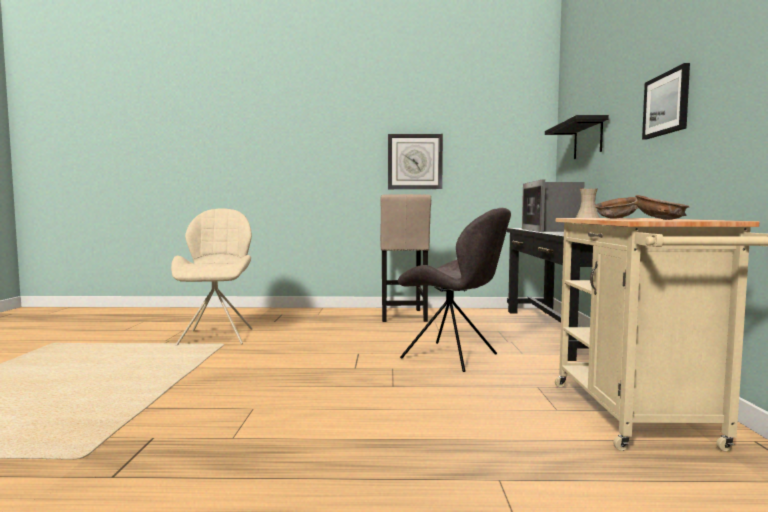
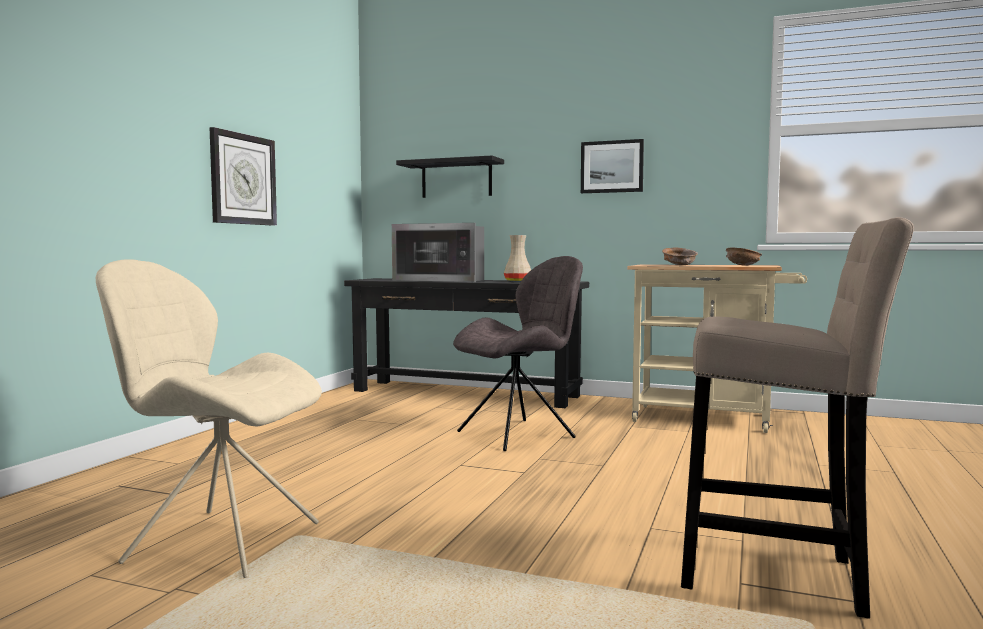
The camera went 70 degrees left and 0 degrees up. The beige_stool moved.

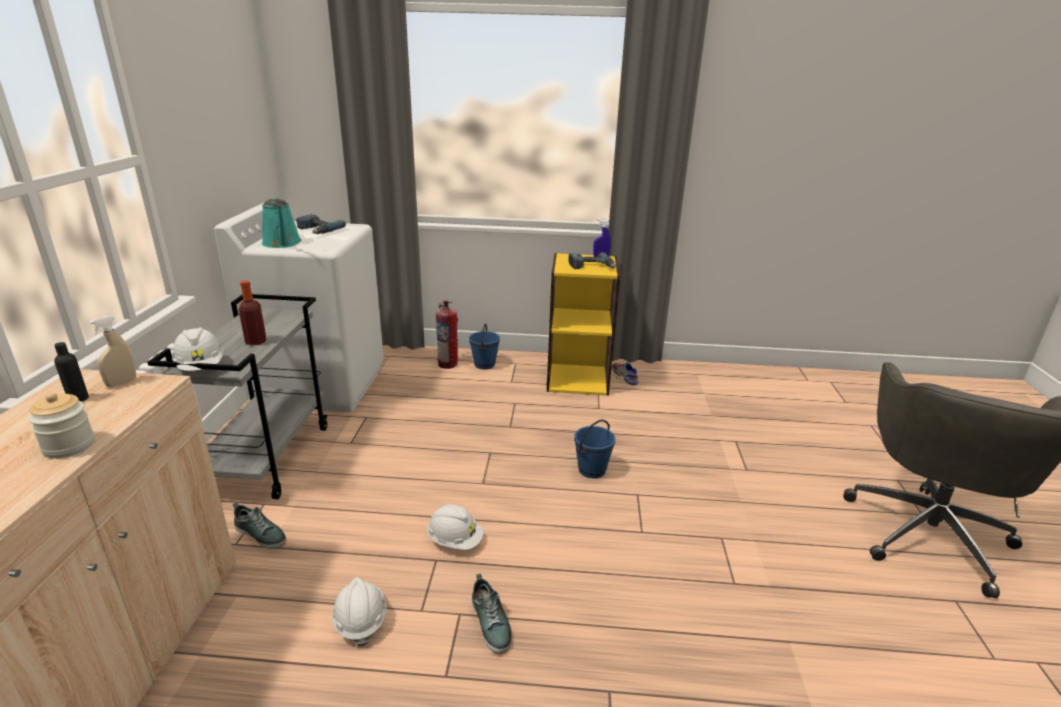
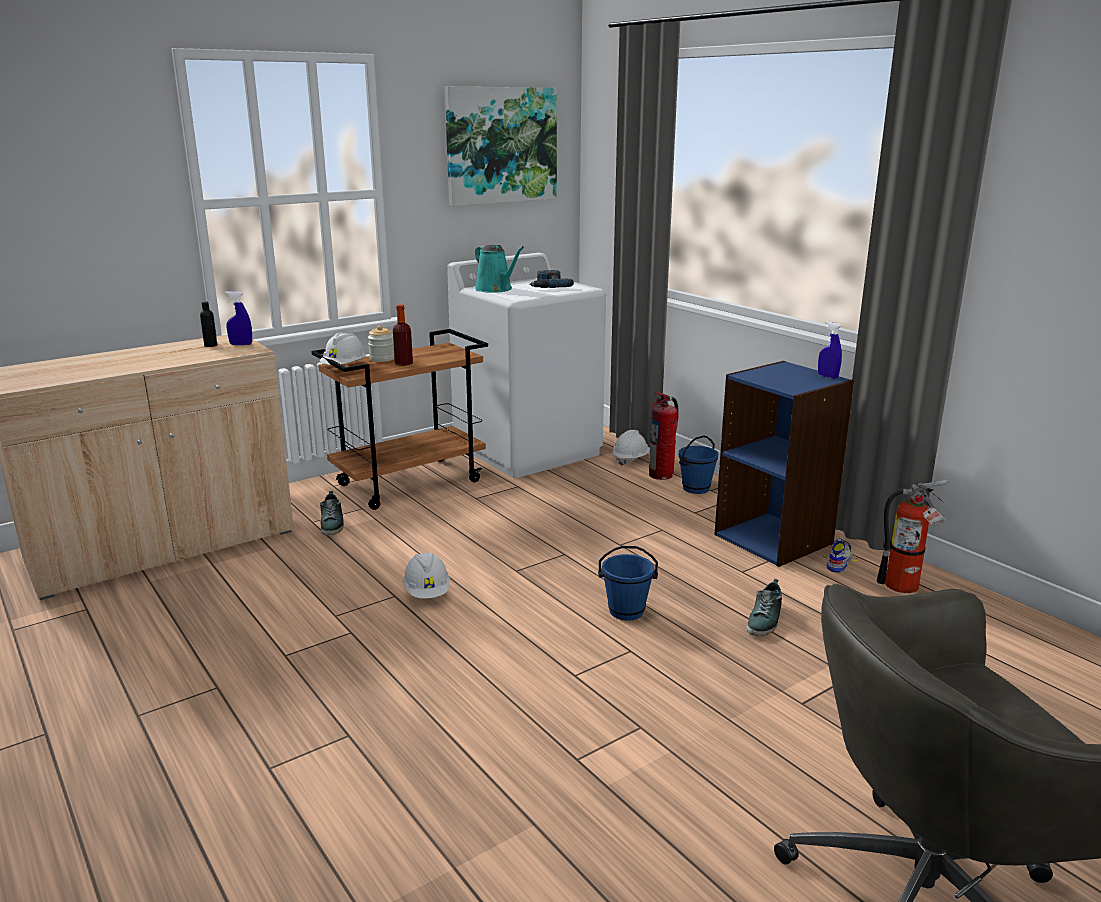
The camera went 50 degrees right and 5 degrees down. The power_drill (no. 2 from left) disappeared. The picture appeared. The fire_extinguisher (no. 2 from left) appeared. The jar moved. The white_hard_hat (no. 2 from left in the first image) moved. The shoe (no. 2 from left) moved. The beige_spray_bottle became the blue_spray_bottle (no. 1 from left). The grey_cart became the brown_cart. The yellow_bookcase became the blue_bookcase. The turquoise_watering_can turned 60 degrees counterclockwise.

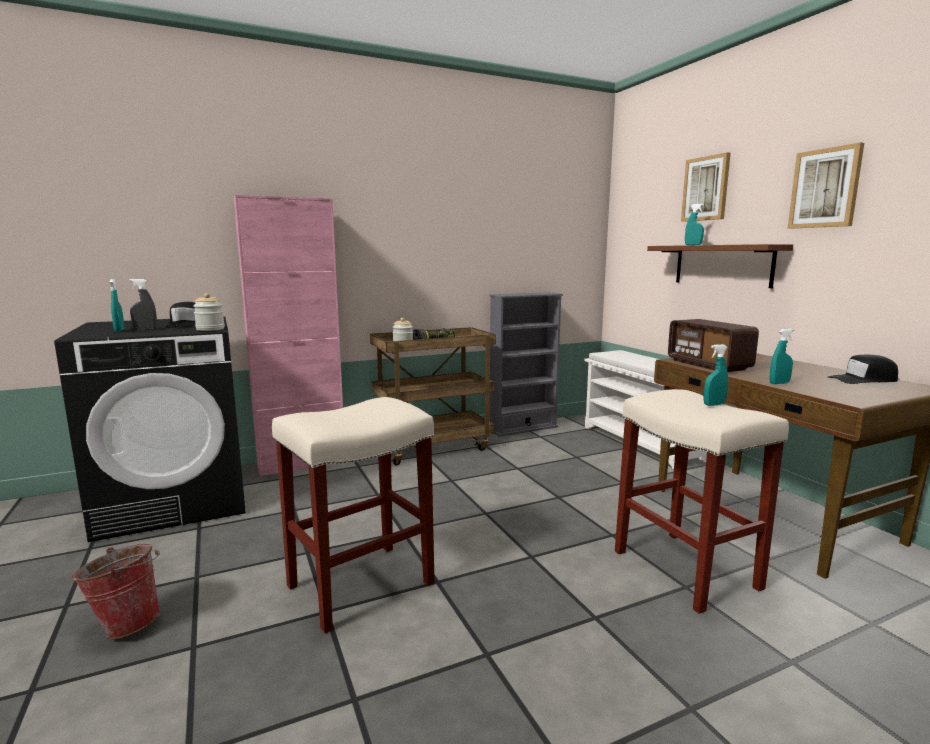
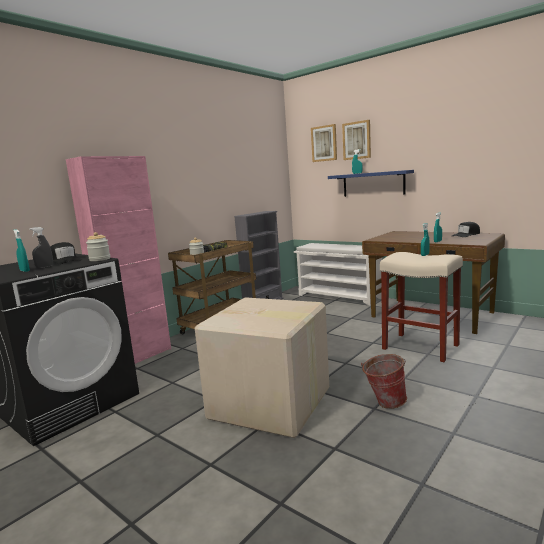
The camera went 25 degrees left and 0 degrees up. The radio disappeared. The bucket moved. The picture (no. 2 from left in the first image) moved. The beige_stool (no. 1 from left) was replaced by the cardboard_box. The brown_shelf became the blue_shelf.

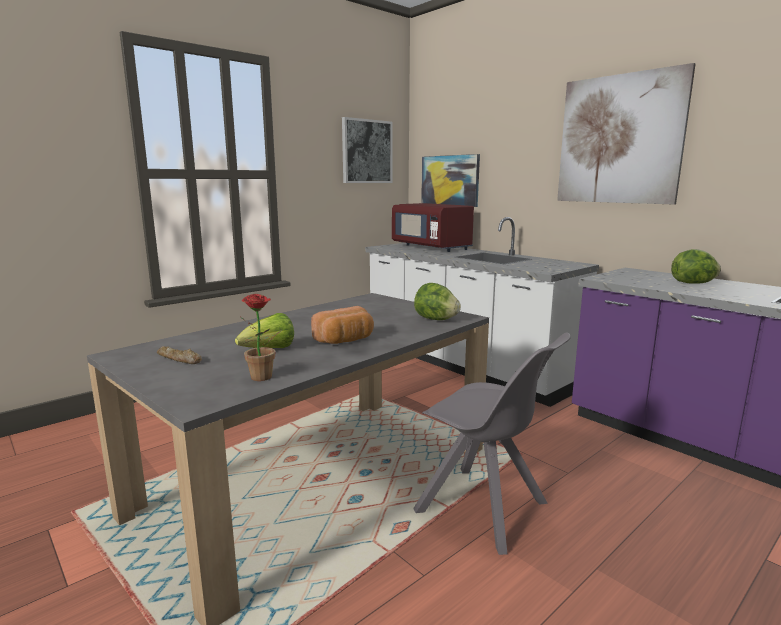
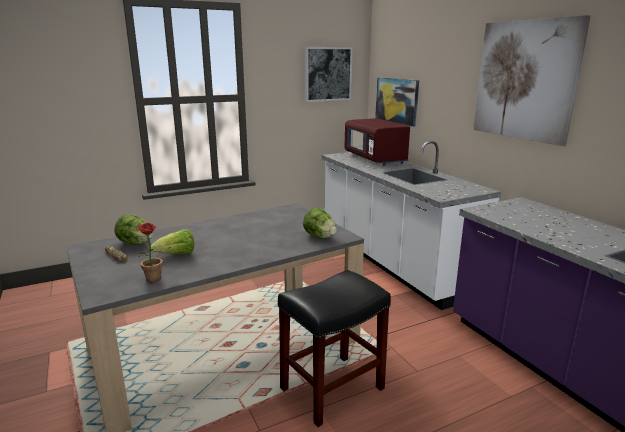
The camera went 15 degrees right and 5 degrees up. The bread (no. 2 from left) disappeared. The lettuce (no. 3 from left in the first image) moved. The grey_chair was replaced by the black_stool.

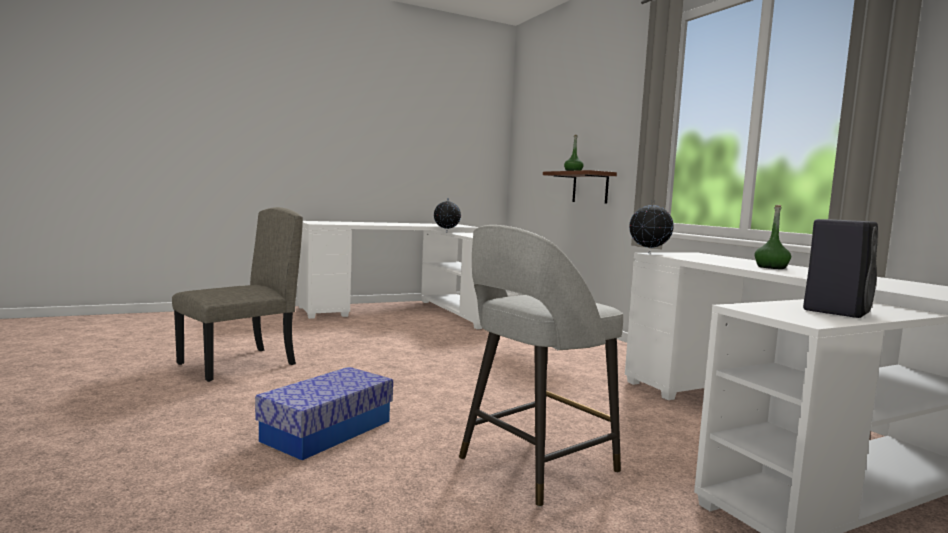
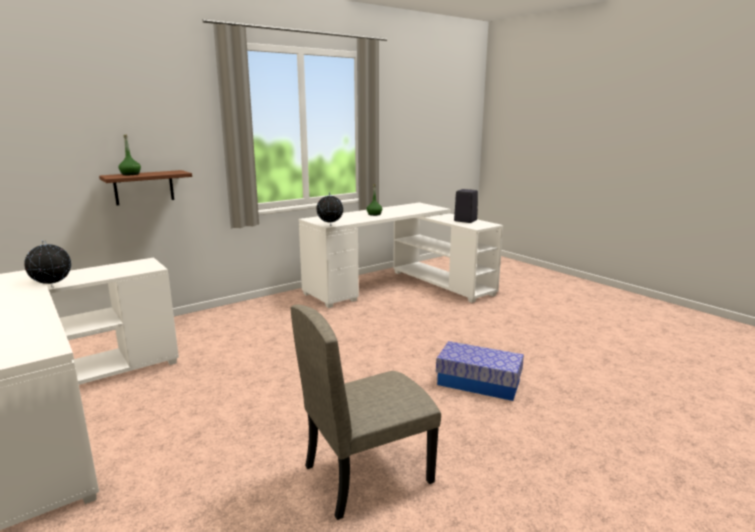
The camera went 100 degrees left and 10 degrees up. The grey_stool disappeared. The beige_chair turned 60 degrees counterclockwise.

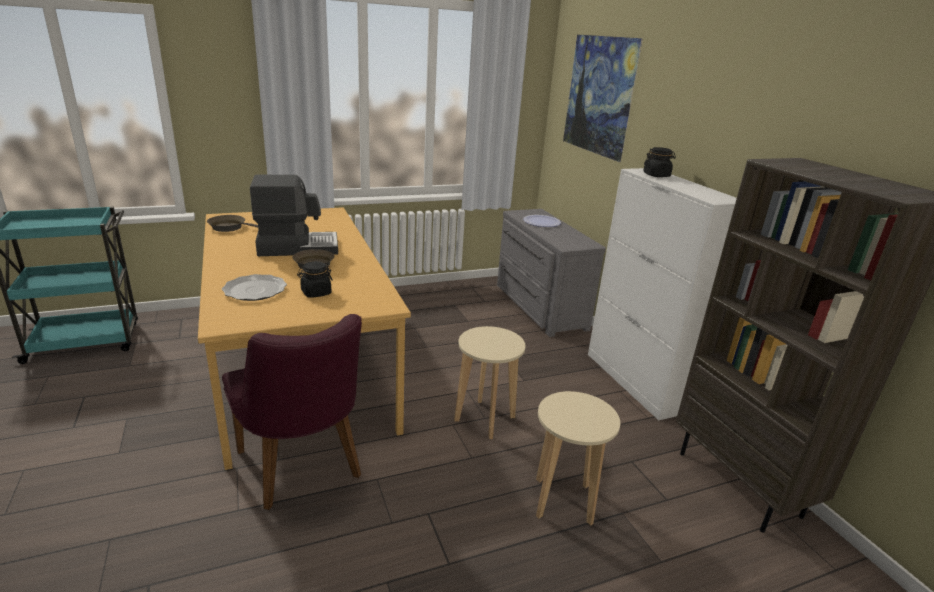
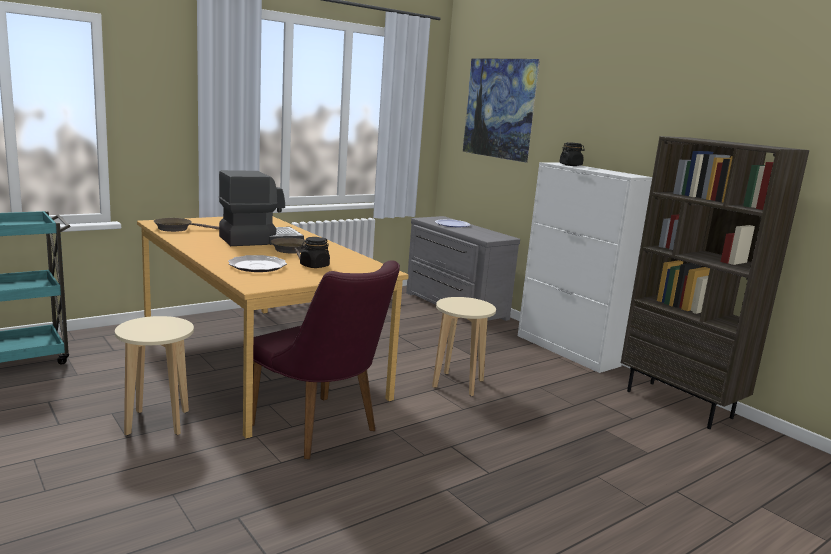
The camera went 15 degrees left and 10 degrees down. The beige_stool (no. 2 from left in the first image) moved.

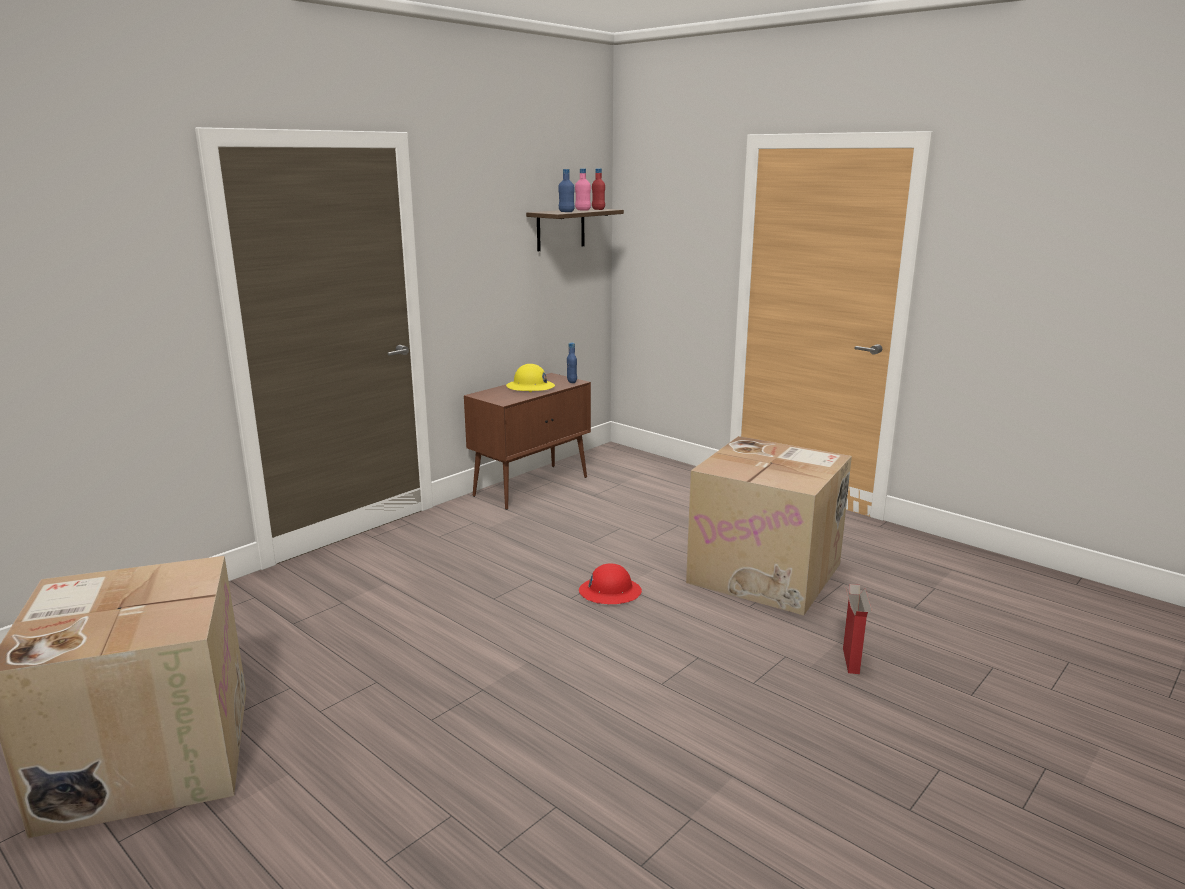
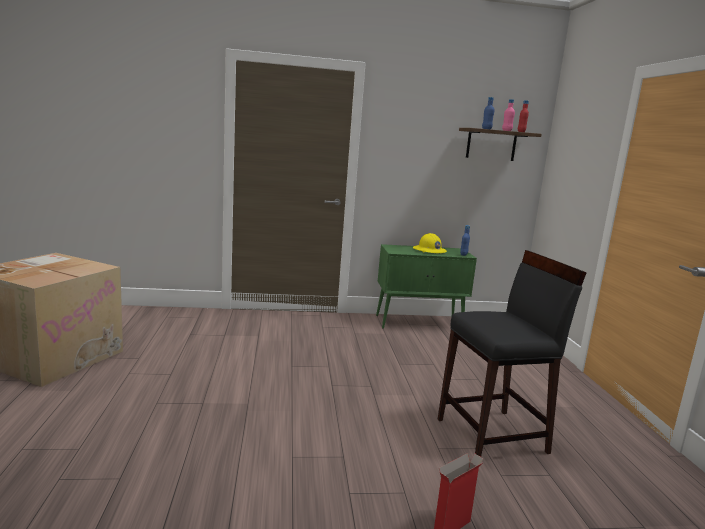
The camera went 40 degrees right and 5 degrees down. The red_hard_hat disappeared. The cardboard_box (no. 2 from left) was replaced by the black_stool. The brown_cabinet became the green_cabinet.

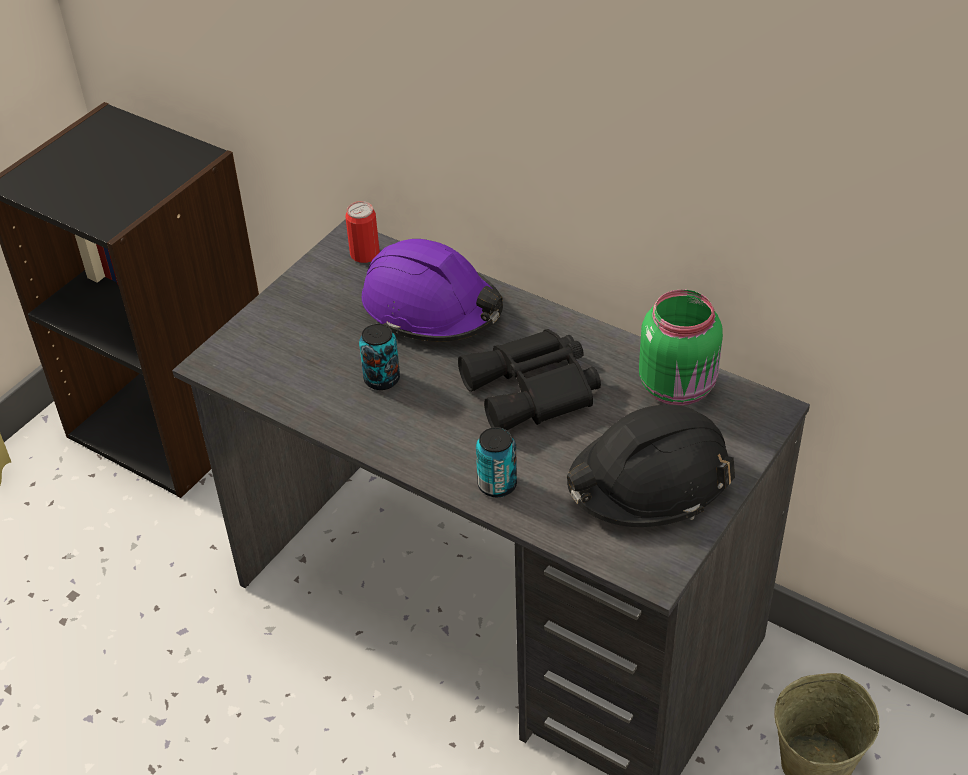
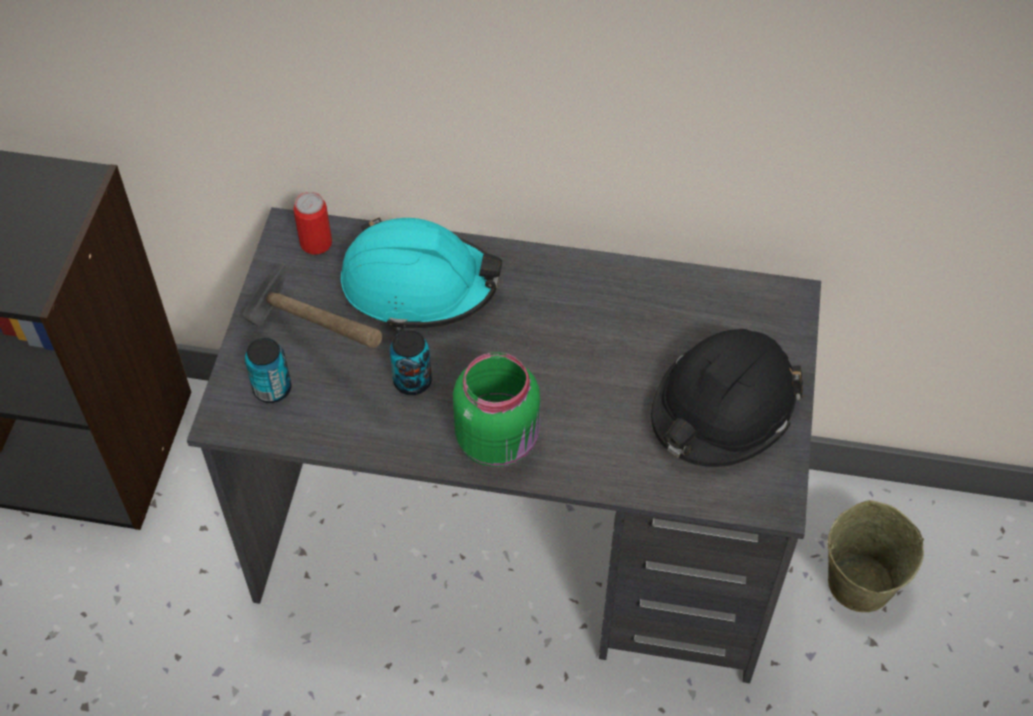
The camera went 25 degrees left and 10 degrees up. The black_binoculars disappeared. The hammer appeared. The can (no. 3 from left in the first image) moved. The green_jar moved. The purple_hard_hat became the turquoise_hard_hat.

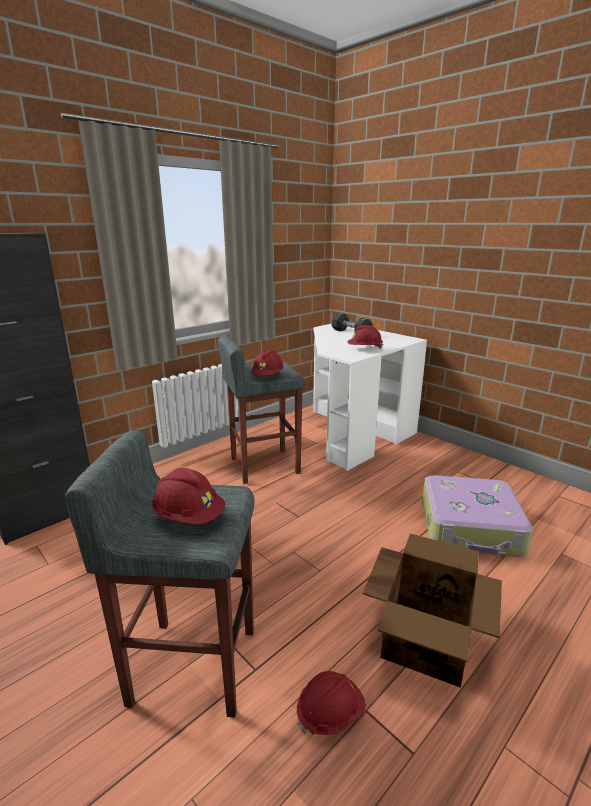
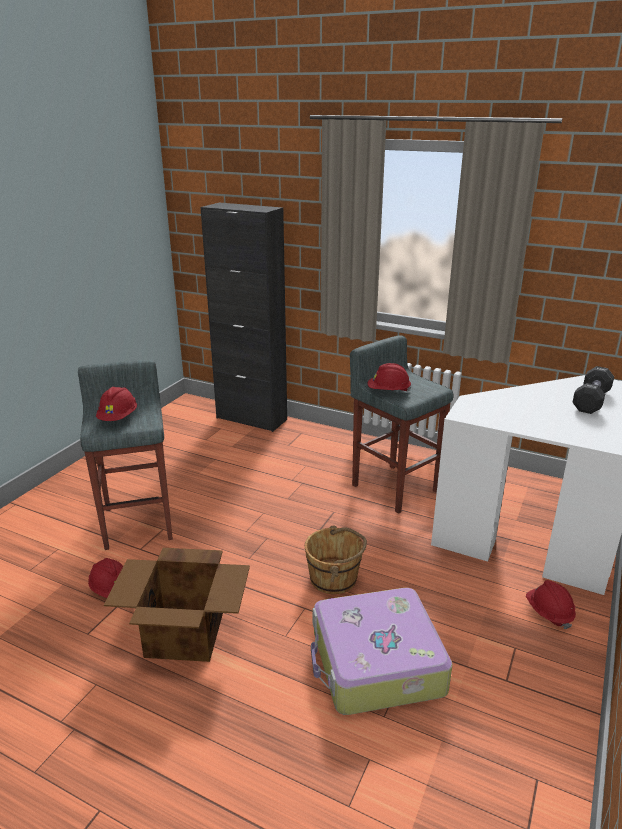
The camera went 70 degrees right and 5 degrees up. The brown_bucket appeared. The red_hard_hat (no. 4 from left) moved.

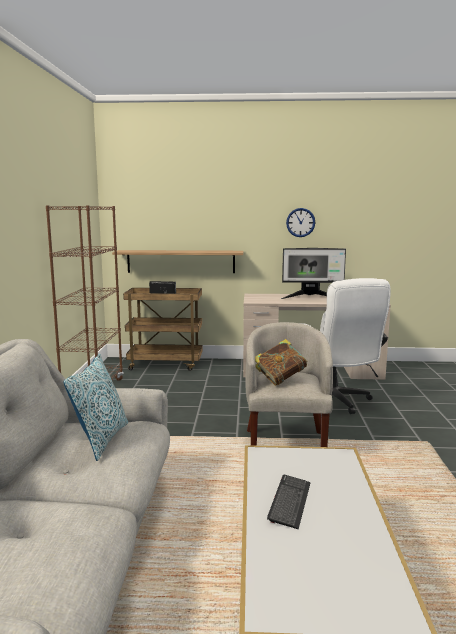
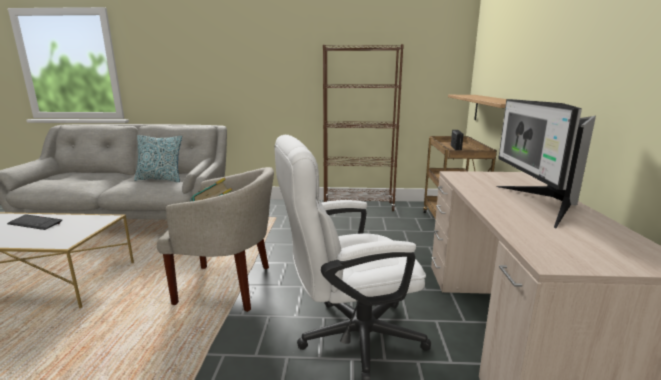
The camera went 90 degrees right and 5 degrees up. The wall_clock disappeared.

